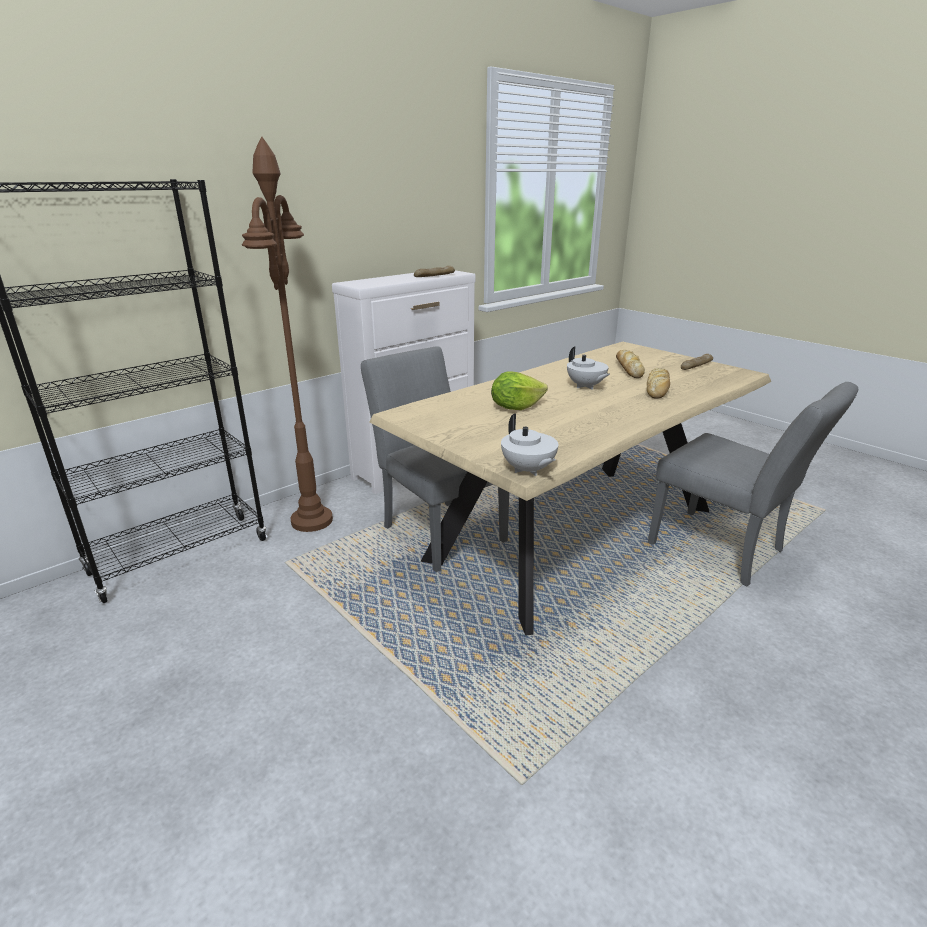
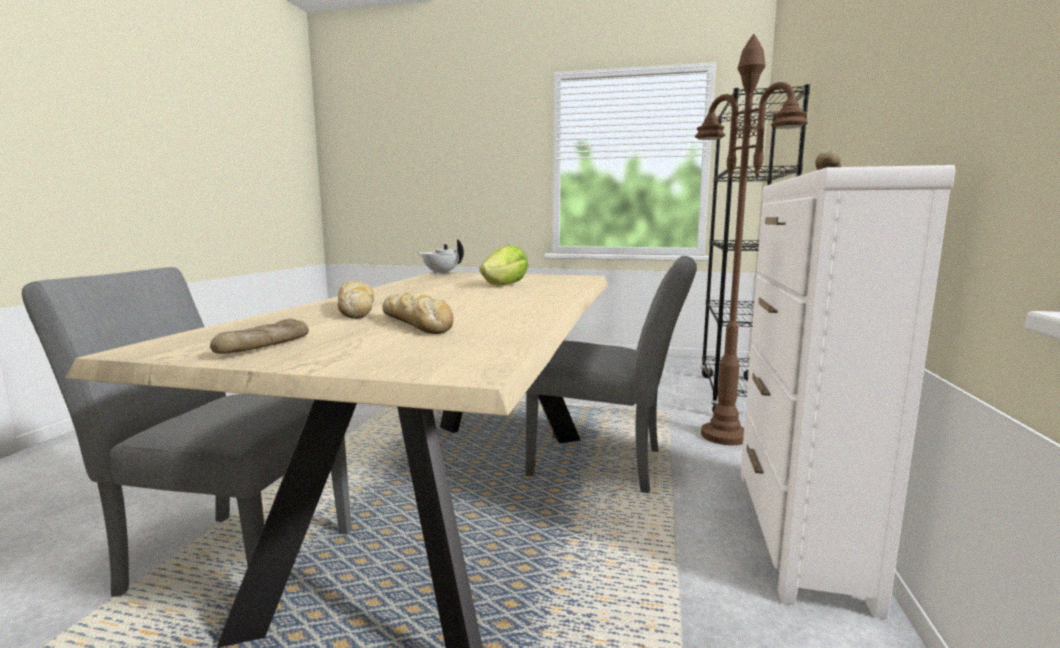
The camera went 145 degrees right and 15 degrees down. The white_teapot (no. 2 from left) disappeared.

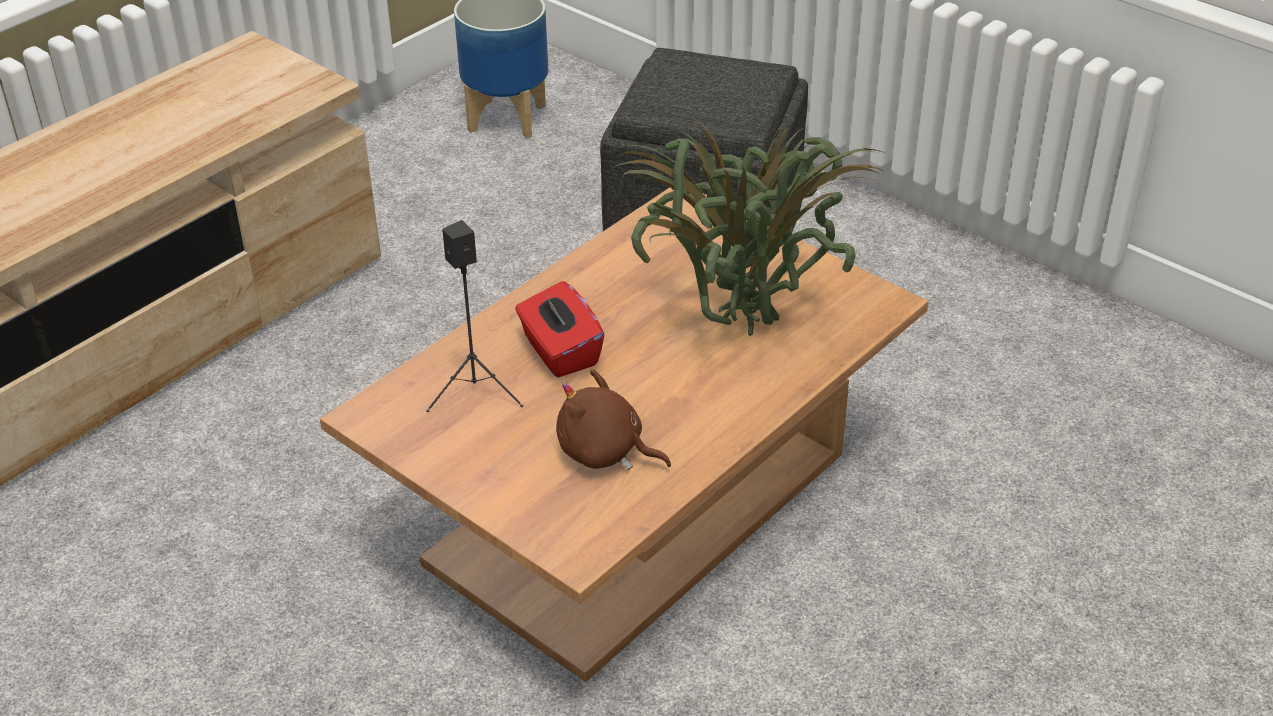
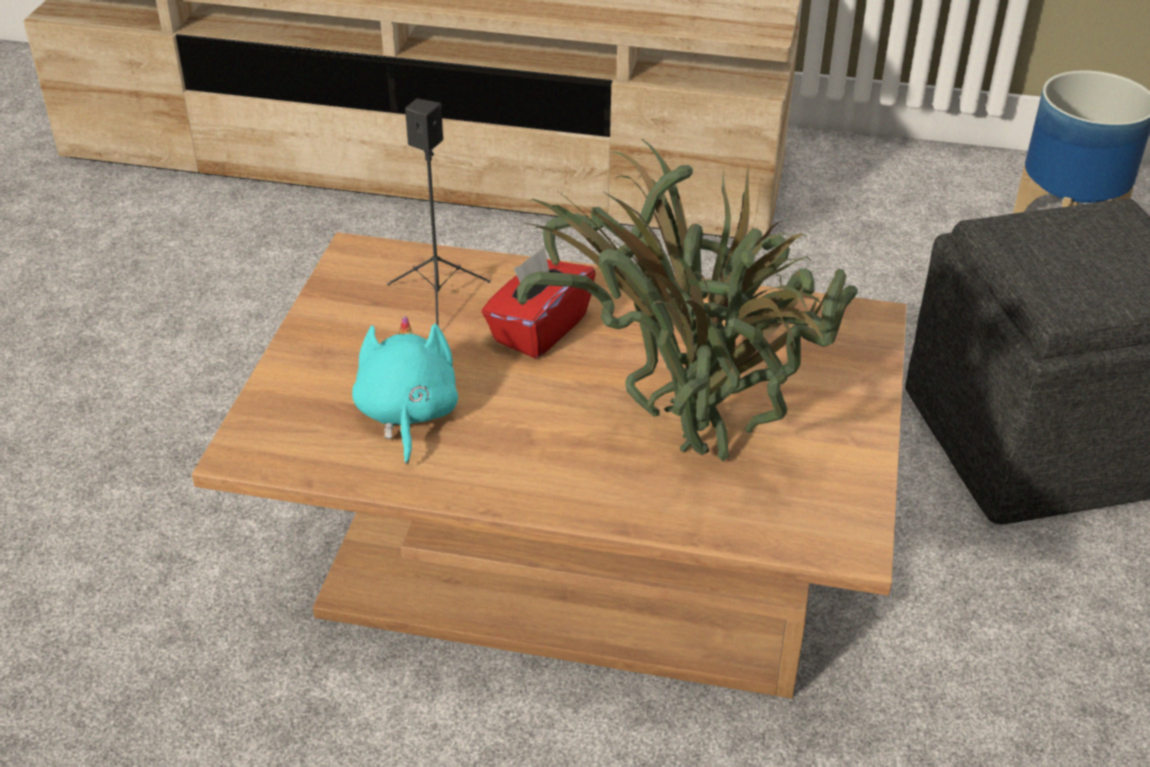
The camera went 60 degrees right and 0 degrees up. The brown_plush_toy became the turquoise_plush_toy.

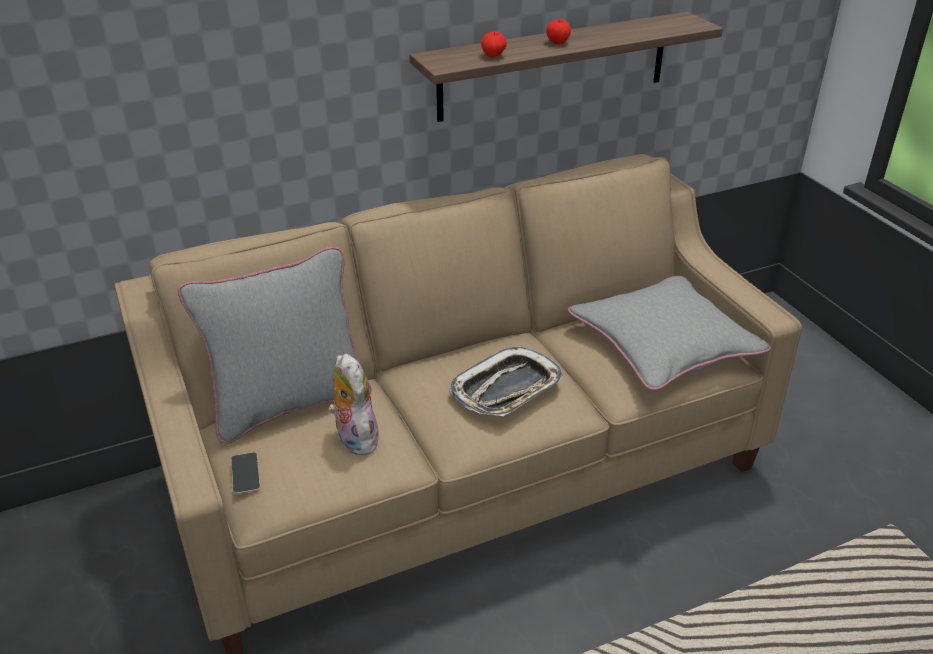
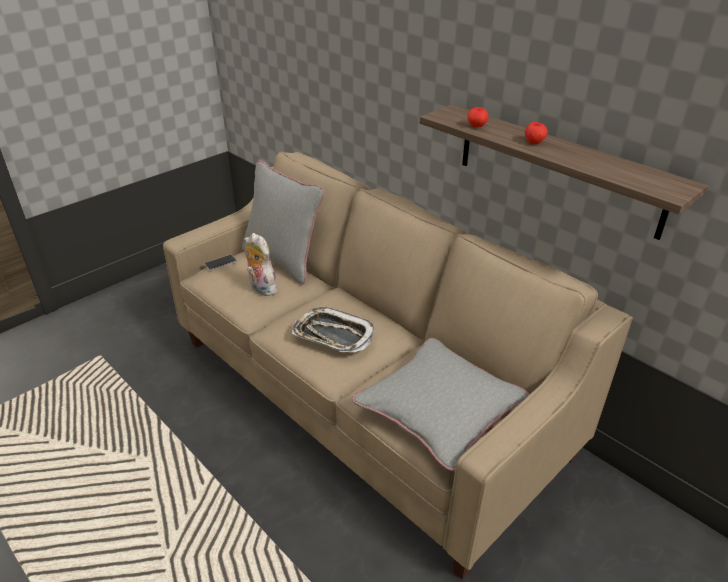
The camera went 70 degrees right and 0 degrees up. The plush_toy turned 90 degrees counterclockwise.

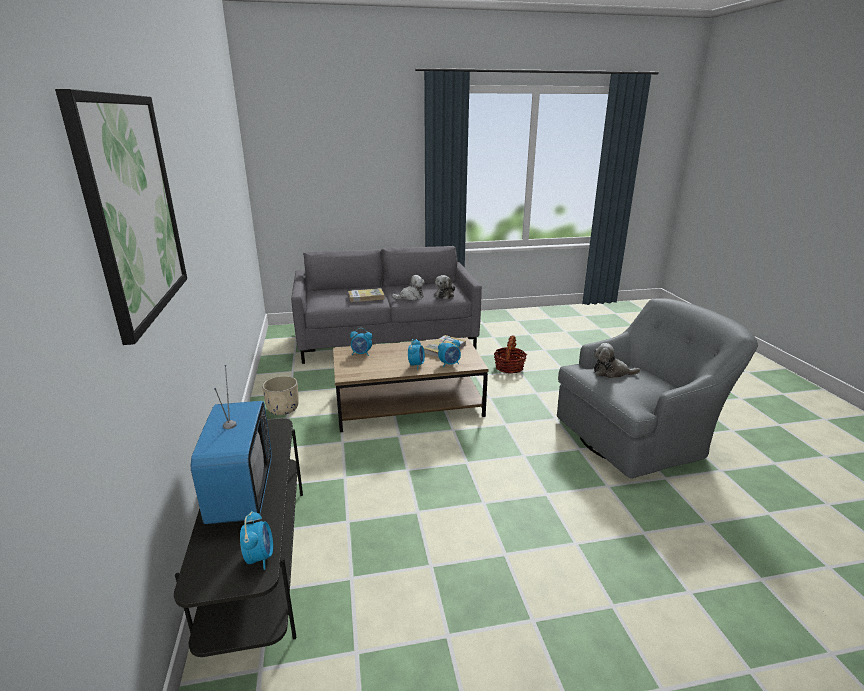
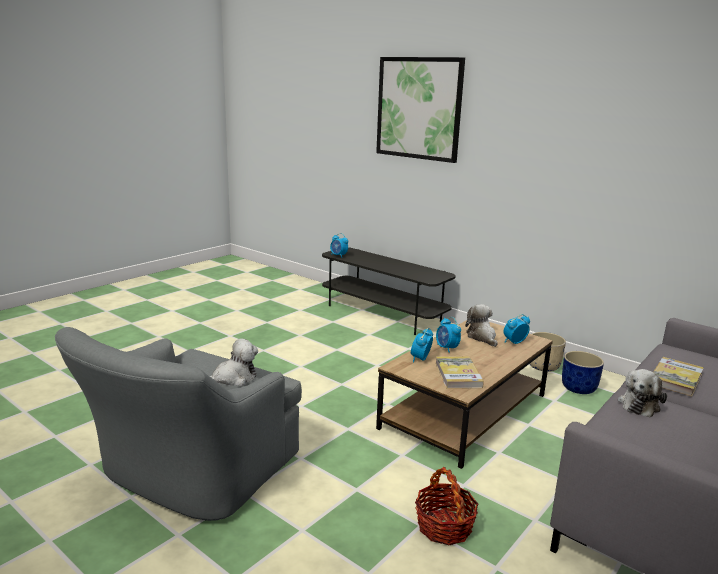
The camera went 140 degrees right and 5 degrees down. The television disappeared. The blue_planter appeared. The plush_toy (no. 2 from left) moved.

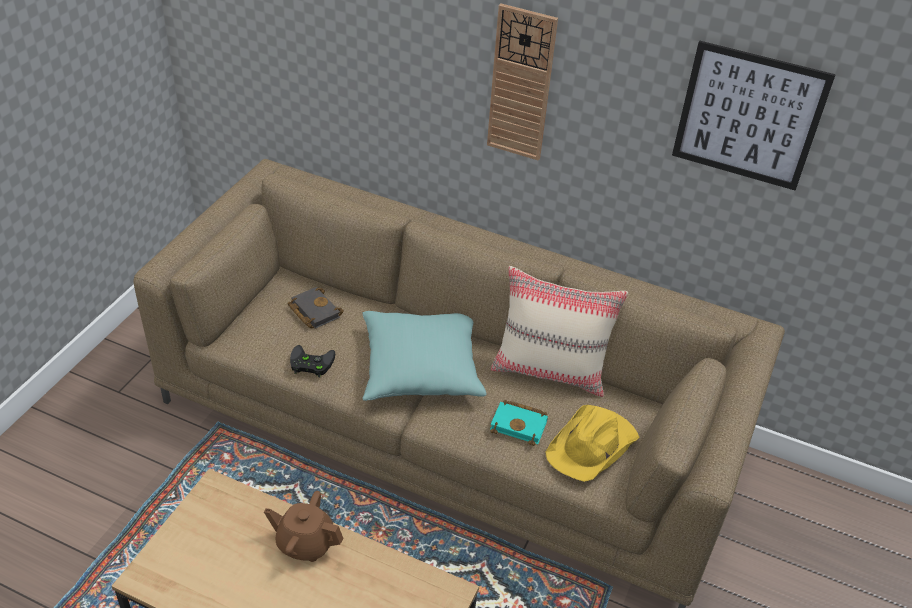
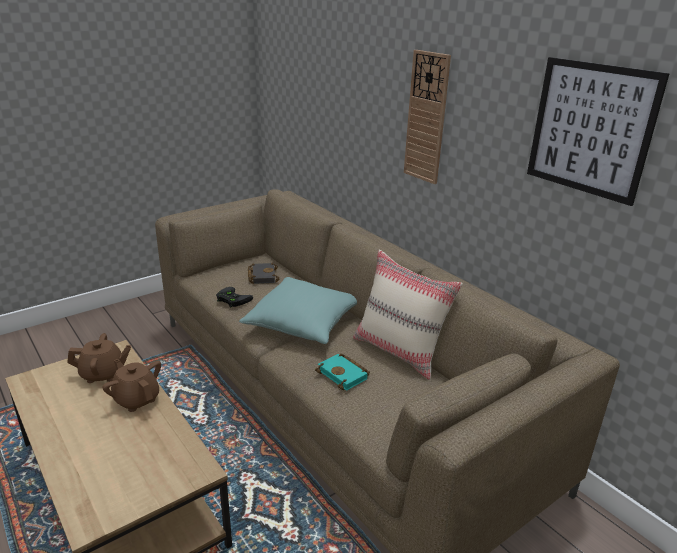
The camera went 30 degrees right and 15 degrees down. The yellow_hat disappeared. The brown_teapot (no. 1 from left) appeared.

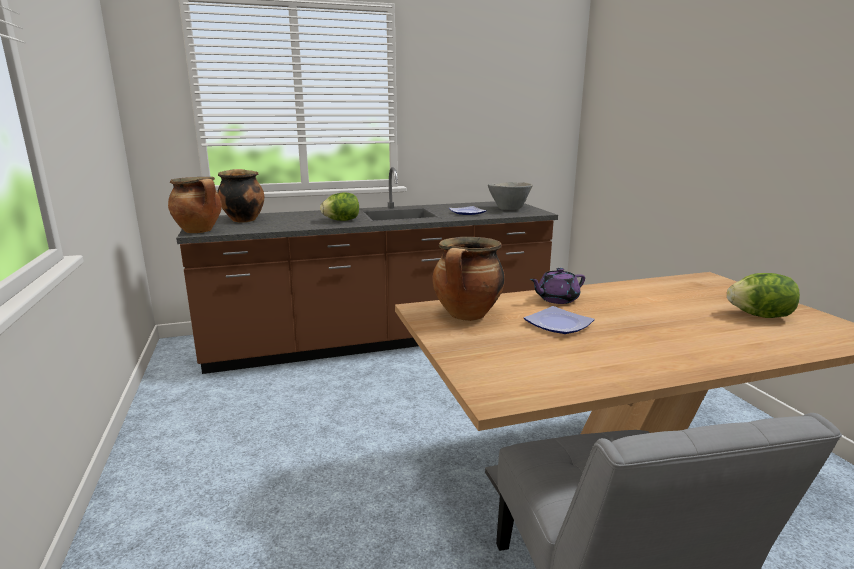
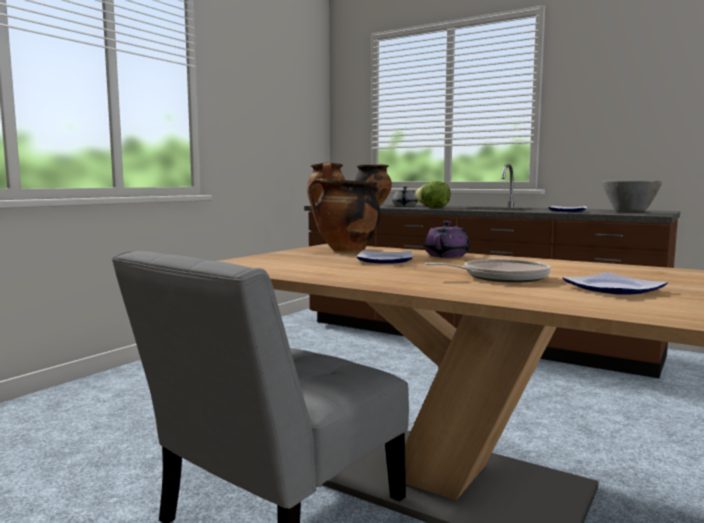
The camera went 50 degrees right and 10 degrees down. The grey_teapot appeared. The frying_pan appeared. The lettuce (no. 2 from left) was replaced by the plate (no. 3 from left). The purple_teapot turned 90 degrees clockwise.

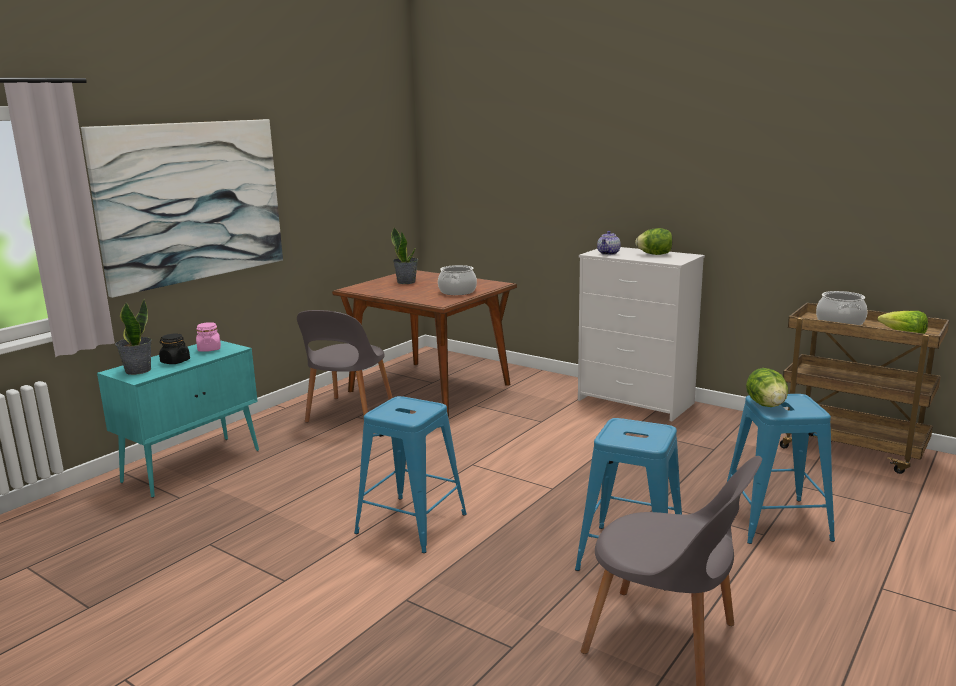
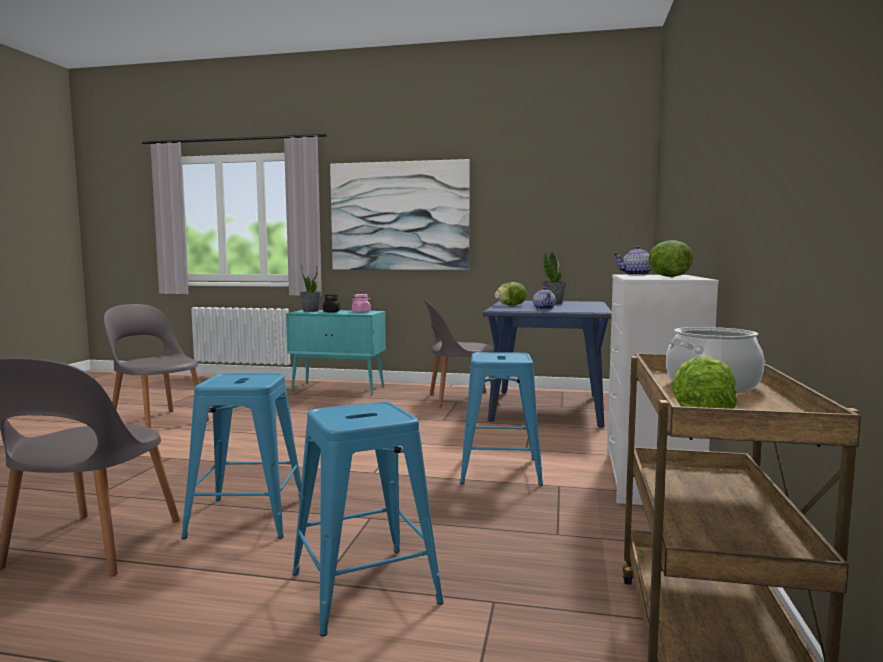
The camera went 65 degrees right and 10 degrees down. The grey_chair (no. 2 from left) appeared. The blue_stool (no. 1 from left in the first image) moved. The lettuce (no. 2 from left in the first image) moved. The cooking_pot (no. 1 from left) was replaced by the teapot (no. 1 from left). The brown_dining_table became the blue_dining_table.

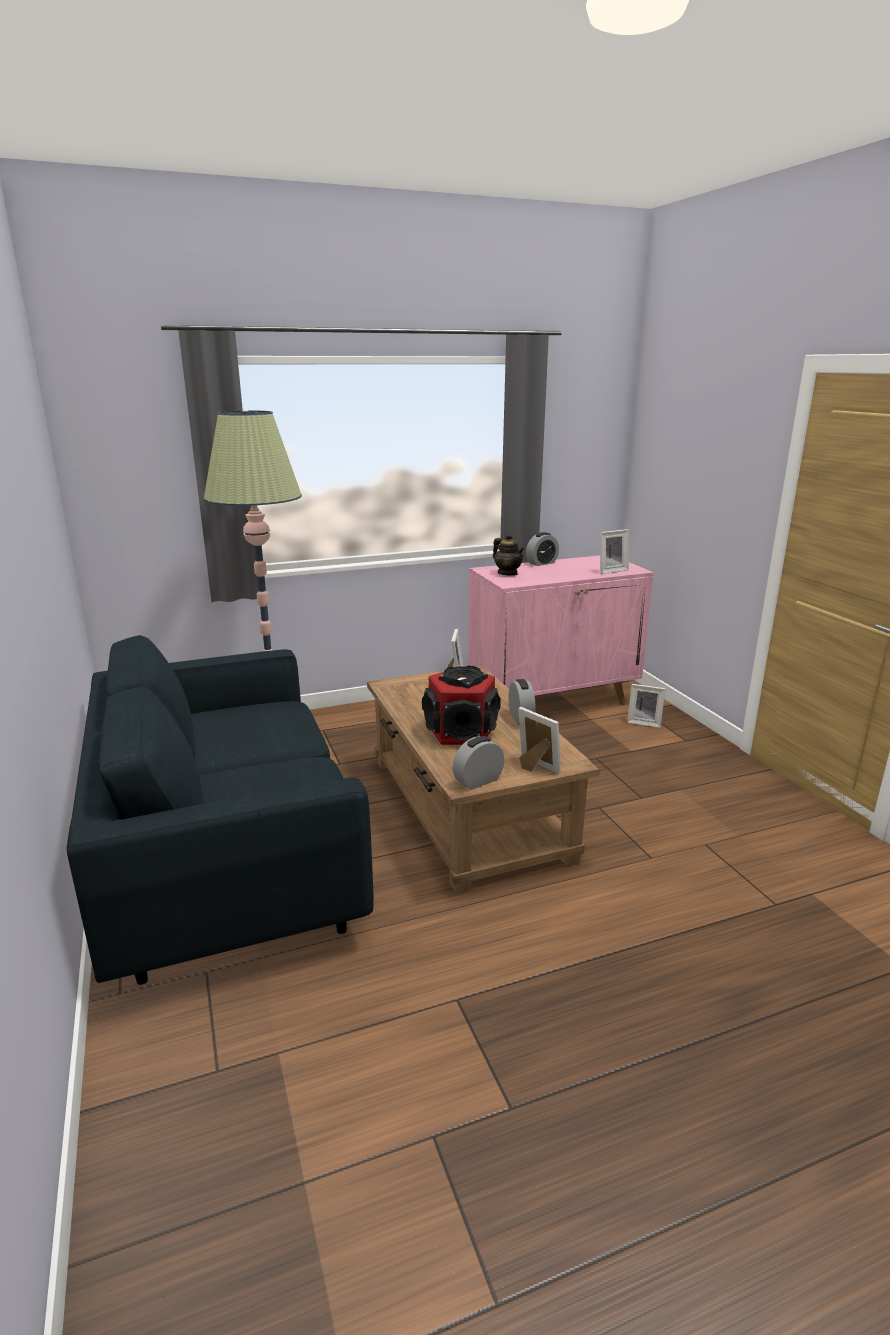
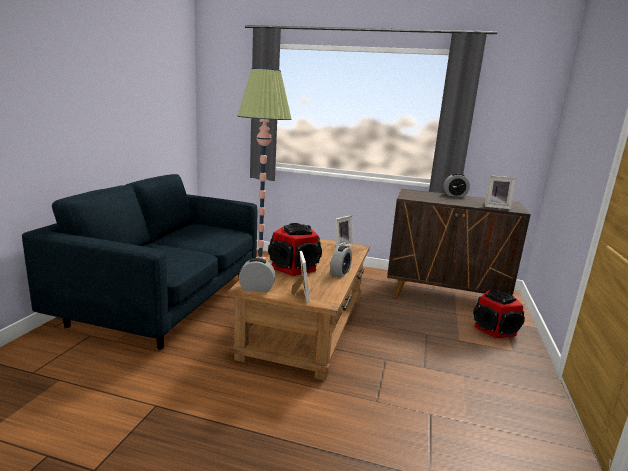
The camera went 35 degrees right and 5 degrees down. The teapot disappeared. The picture_frame (no. 4 from left) was replaced by the speaker (no. 2 from left). The pink_cabinet became the brown_cabinet.

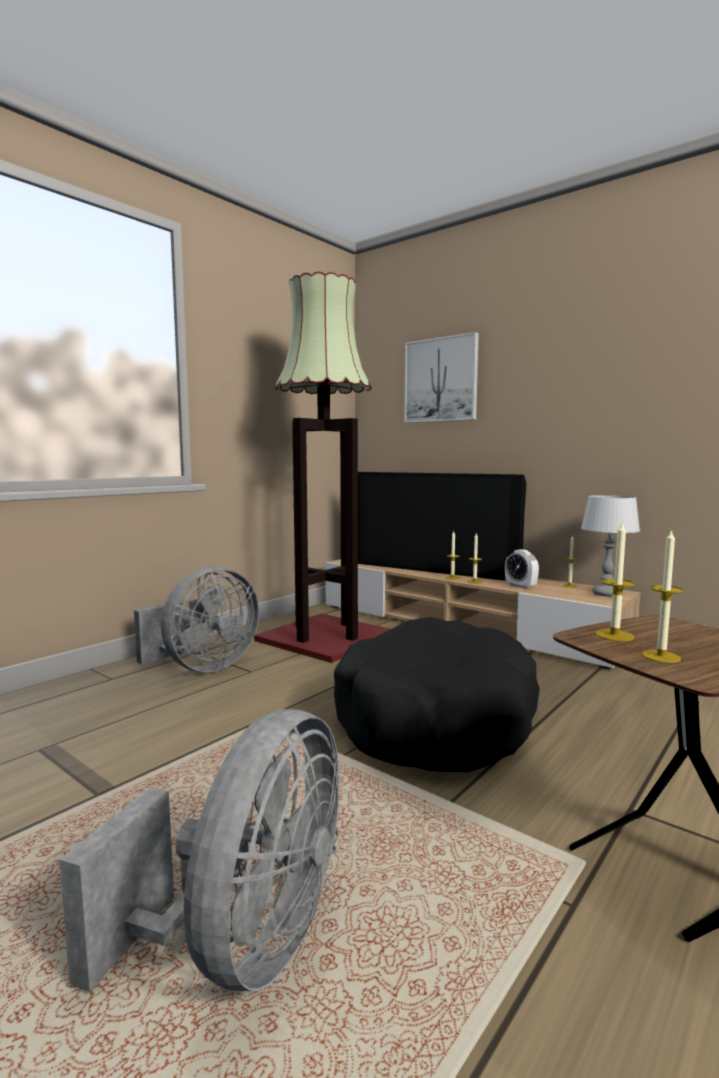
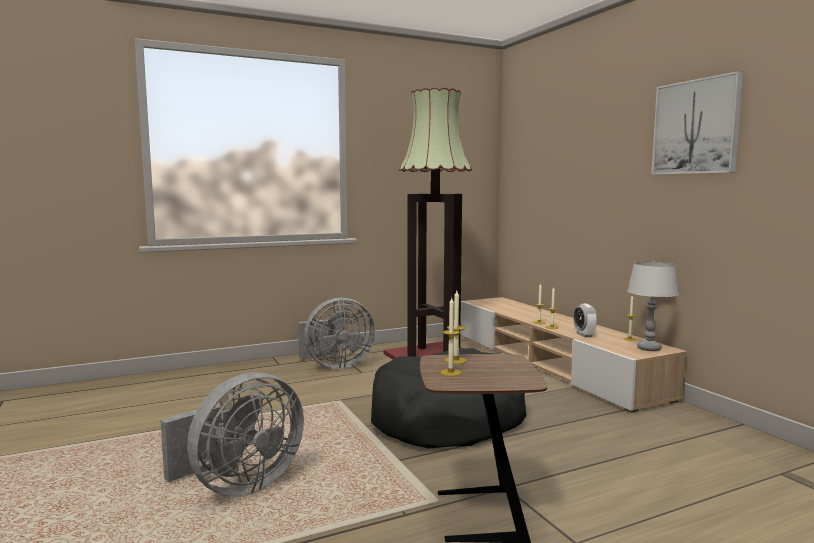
The camera went 25 degrees right and 0 degrees up. The television disappeared. The picture moved.

